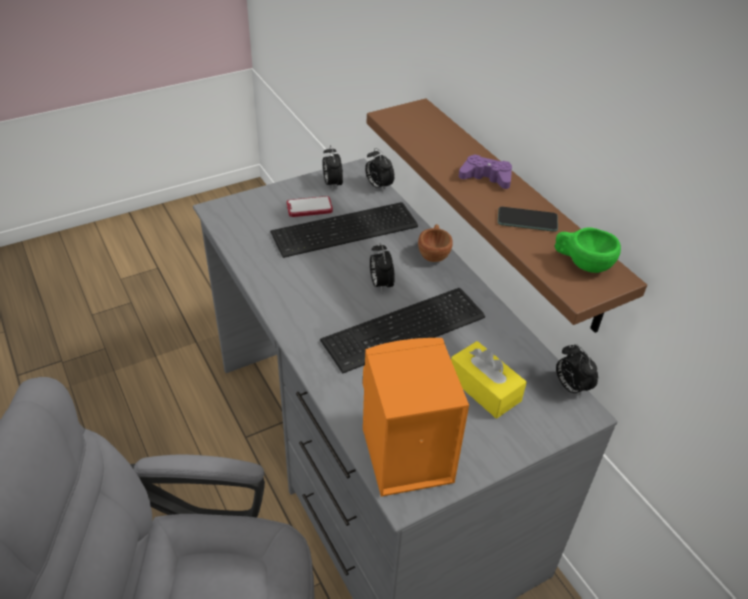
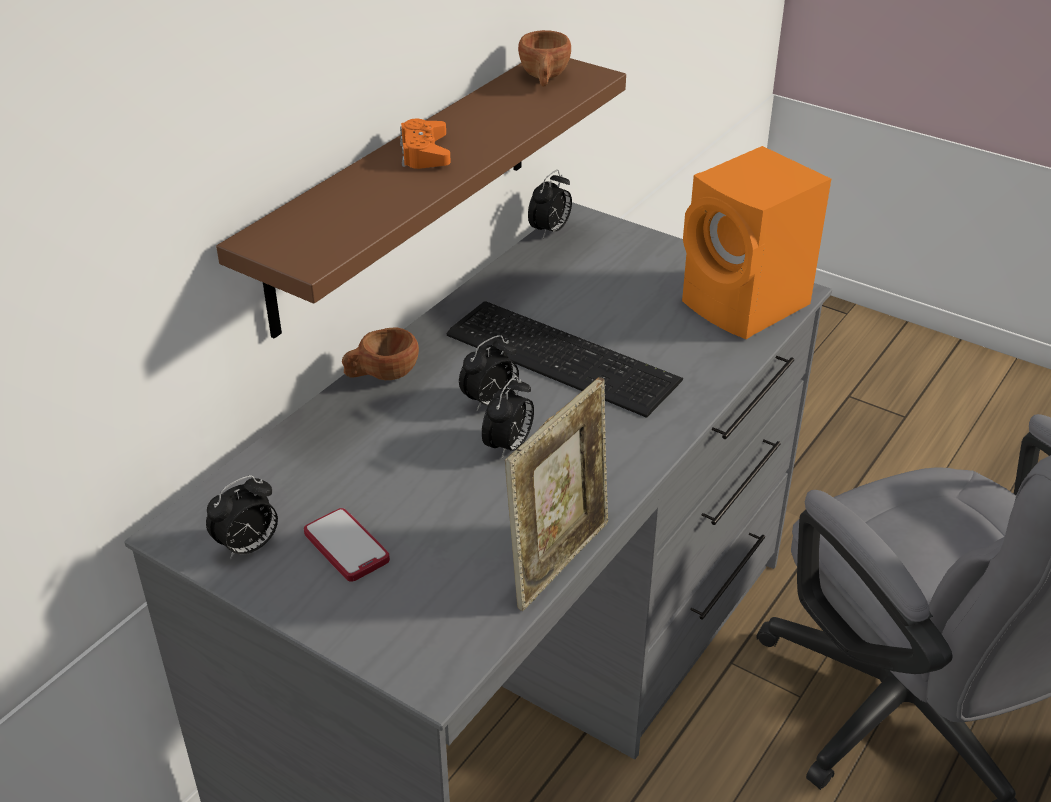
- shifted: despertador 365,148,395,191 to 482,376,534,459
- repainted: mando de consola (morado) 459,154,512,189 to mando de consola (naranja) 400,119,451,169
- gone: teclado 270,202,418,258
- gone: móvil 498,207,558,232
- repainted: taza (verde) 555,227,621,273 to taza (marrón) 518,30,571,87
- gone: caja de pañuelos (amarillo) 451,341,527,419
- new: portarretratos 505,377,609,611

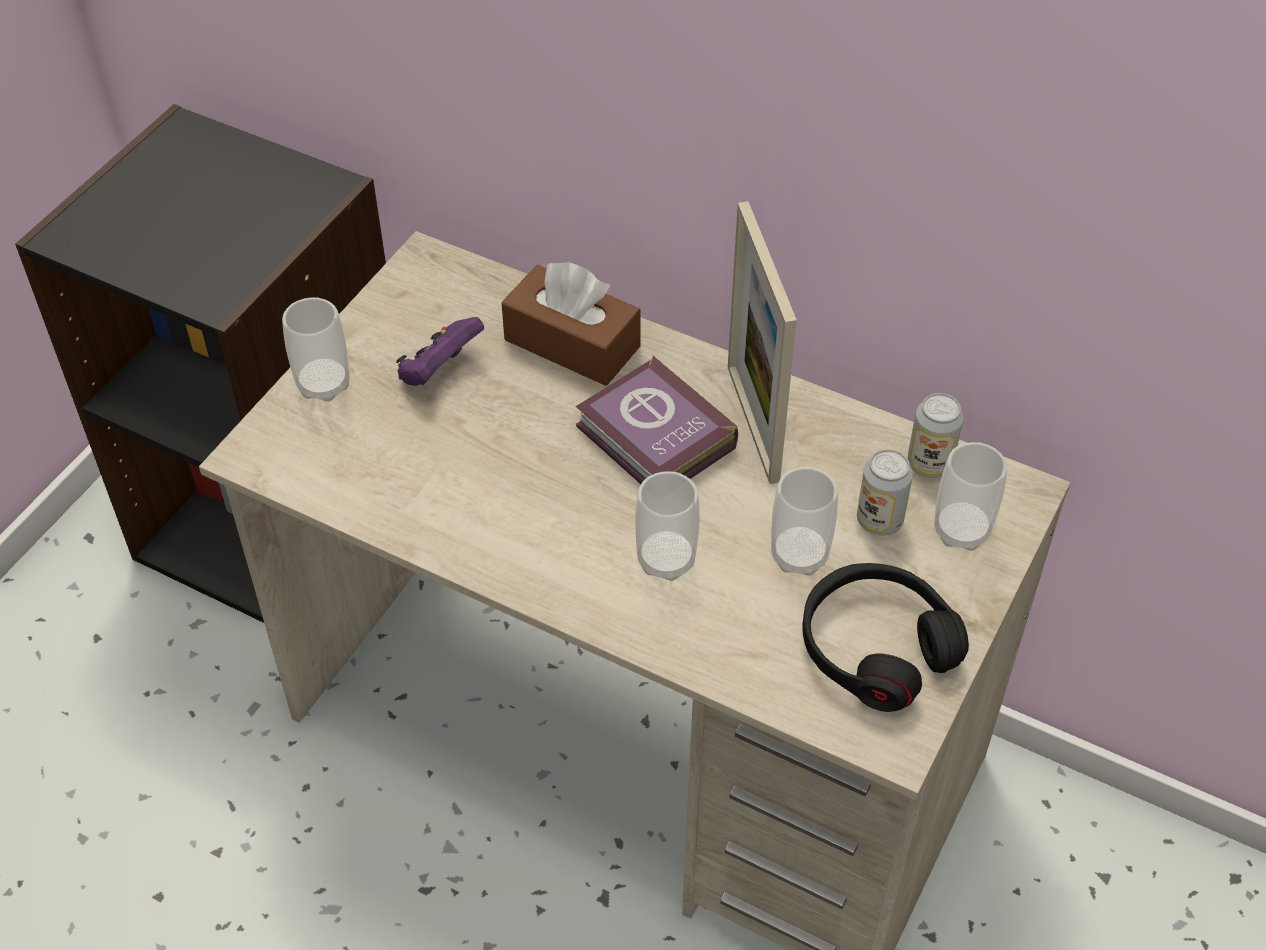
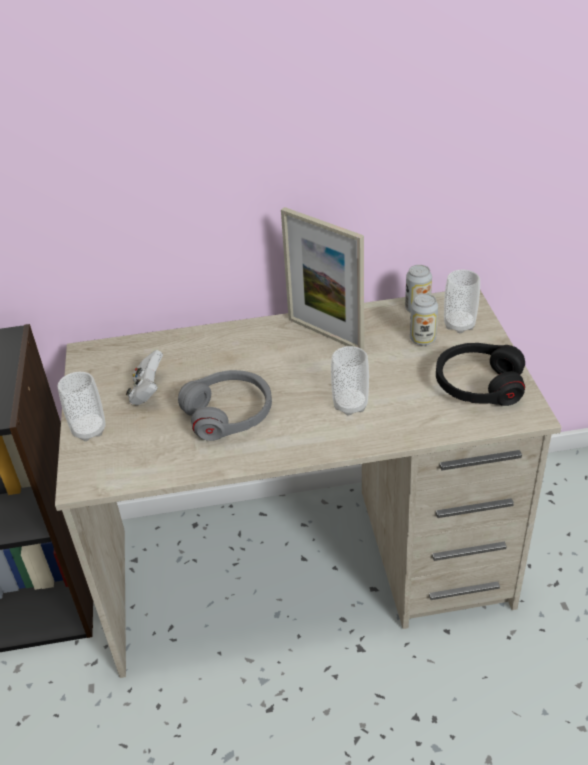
- gone: caja de pañuelos (marrón) 501,262,641,386
- repainted: mando de consola (morado) 396,317,484,386 to mando de consola (blanco) 126,350,163,405
- gone: libro 575,356,738,484
- gone: taza 771,467,838,576
- new: auriculares (gris) 178,370,272,441

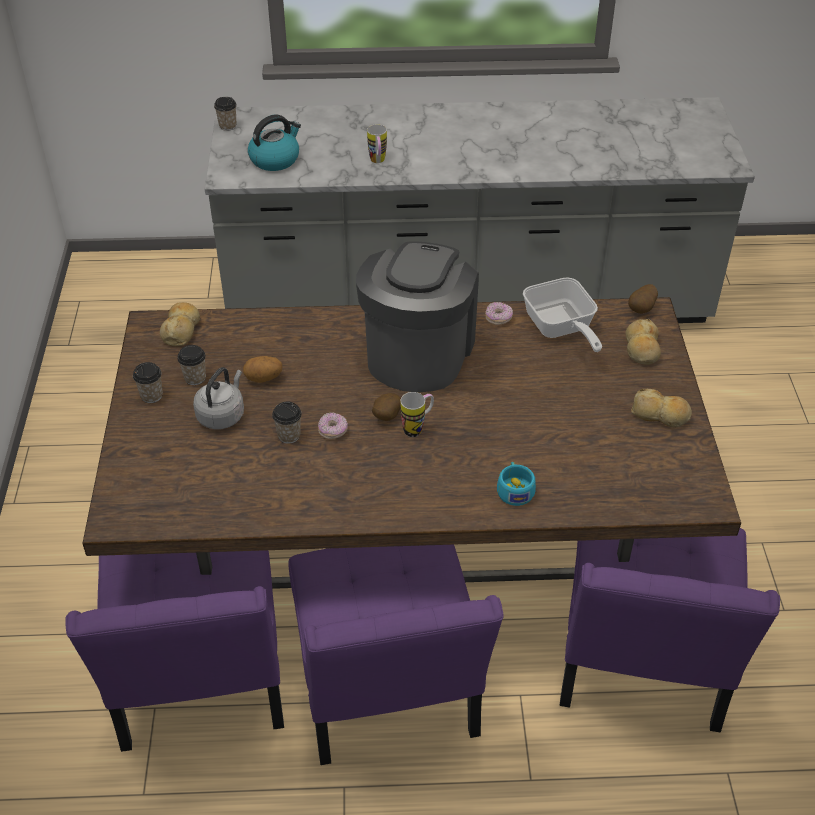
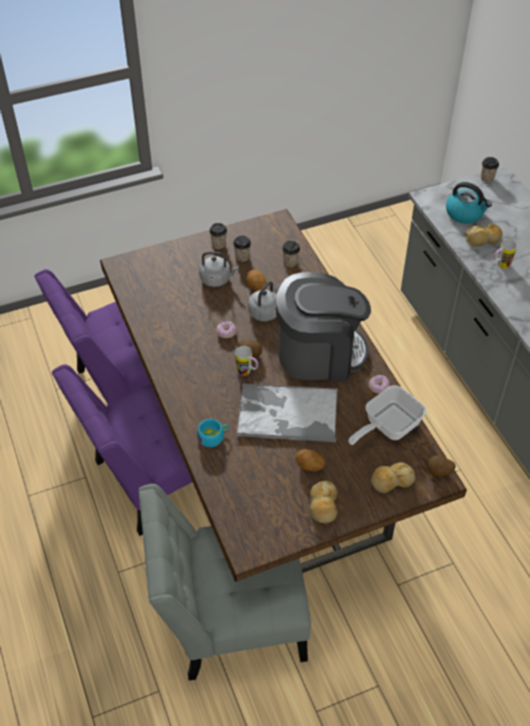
- shifted: pan 160,302,200,347 to 466,224,503,246
- shifted: taza 272,402,302,444 to 282,241,300,267
- repainted: silla (morado) 560,528,780,733 to silla (gris) 139,484,311,681
- new: hervidor (gris) 248,281,281,321
- new: bandeja 236,384,338,443
- new: patata 295,449,325,471

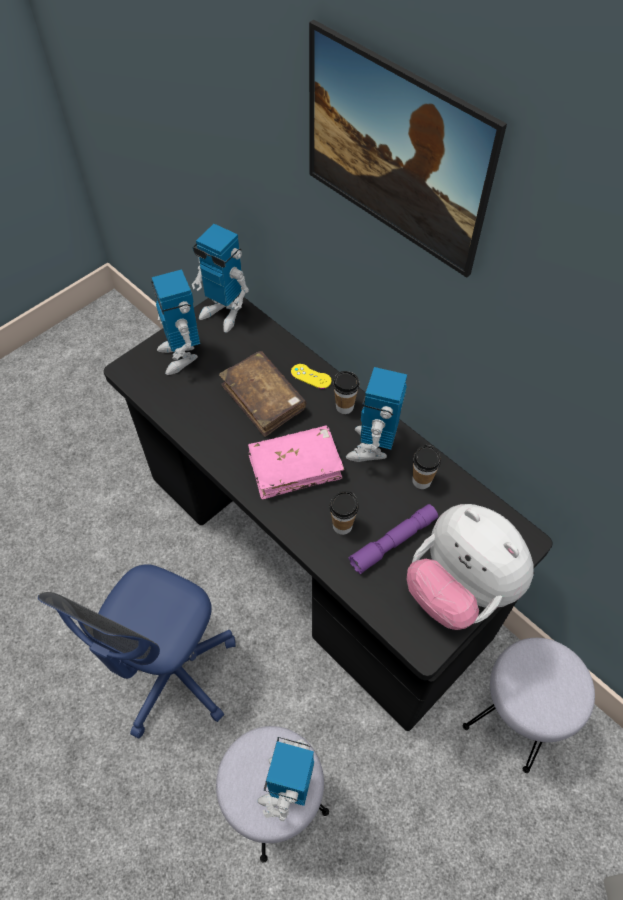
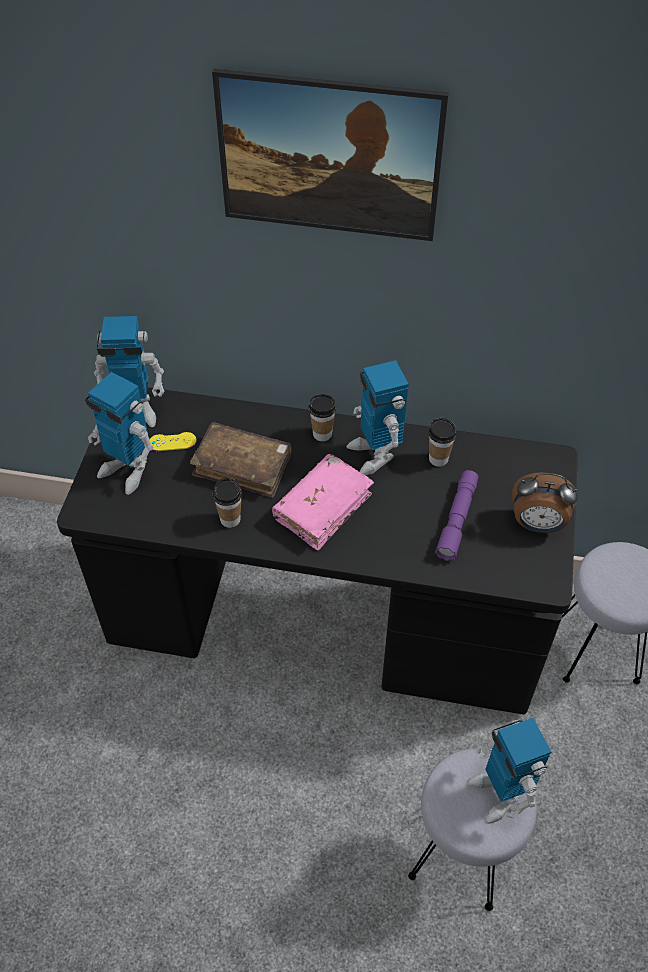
- shifted: mando de consola (amarillo) 291,364,332,389 to 149,432,197,451
- shifted: taza 330,491,359,535 to 212,478,242,528
- swapped: peluche 407,504,534,630 to despertador 512,472,578,533
- gone: silla de oficina (azul) 38,564,236,738

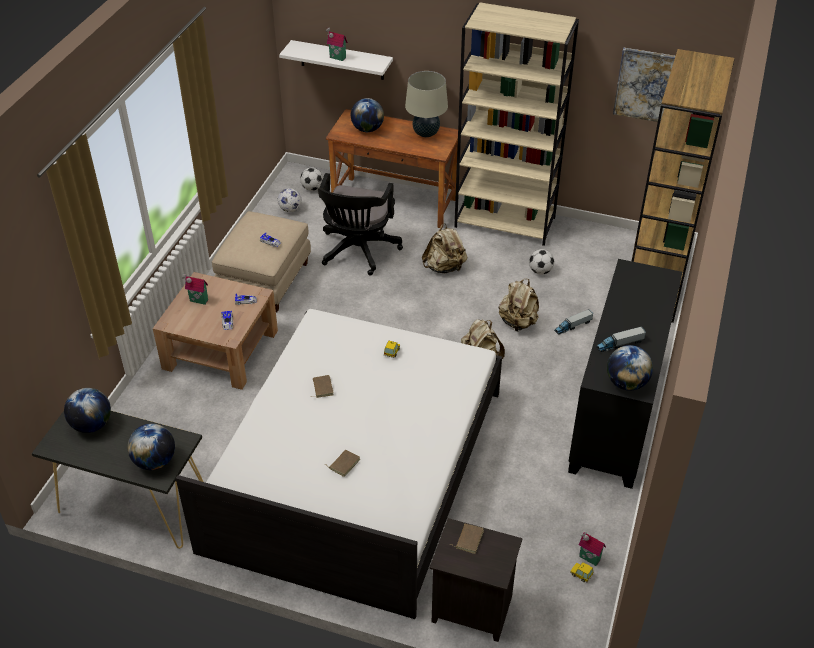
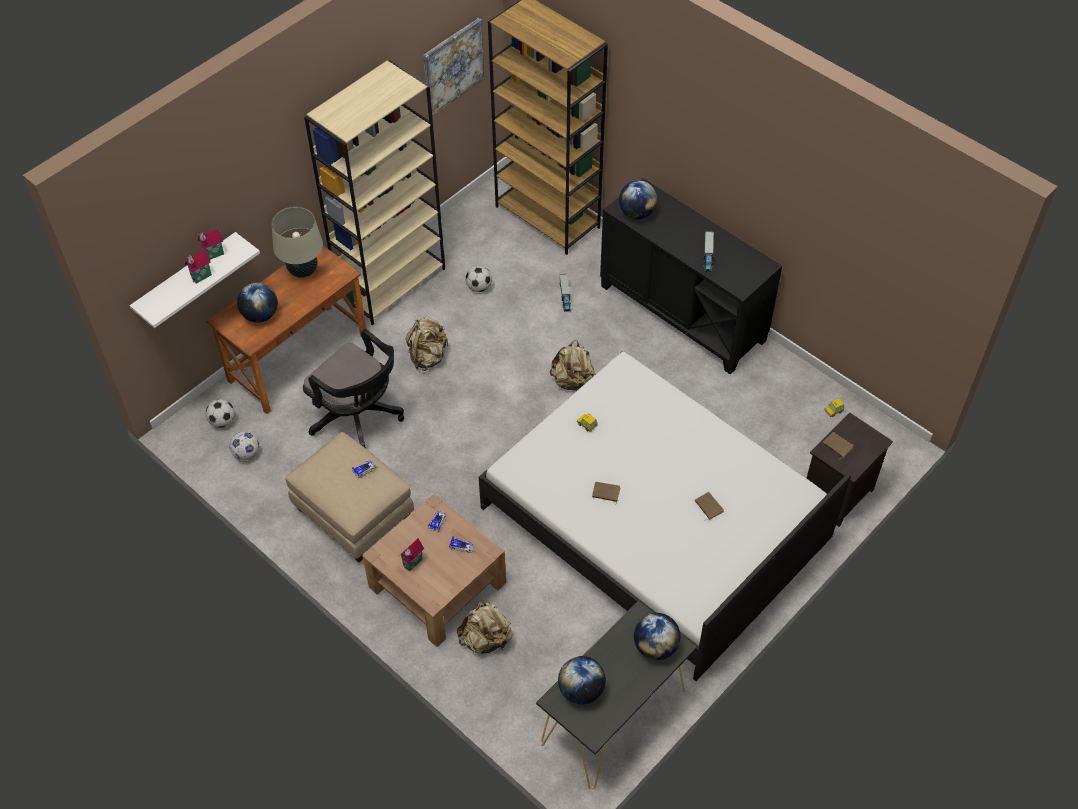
- shifted: mochila (beis) 499,279,539,332 to 457,600,513,654
- shifted: globo terráqueo 607,345,653,391 to 619,180,657,219
- shifted: casita 579,531,606,566 to 198,228,224,260

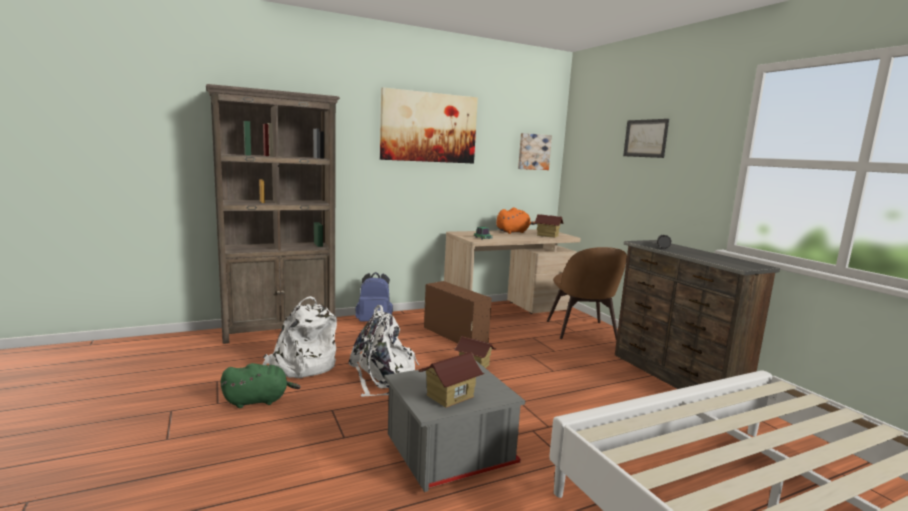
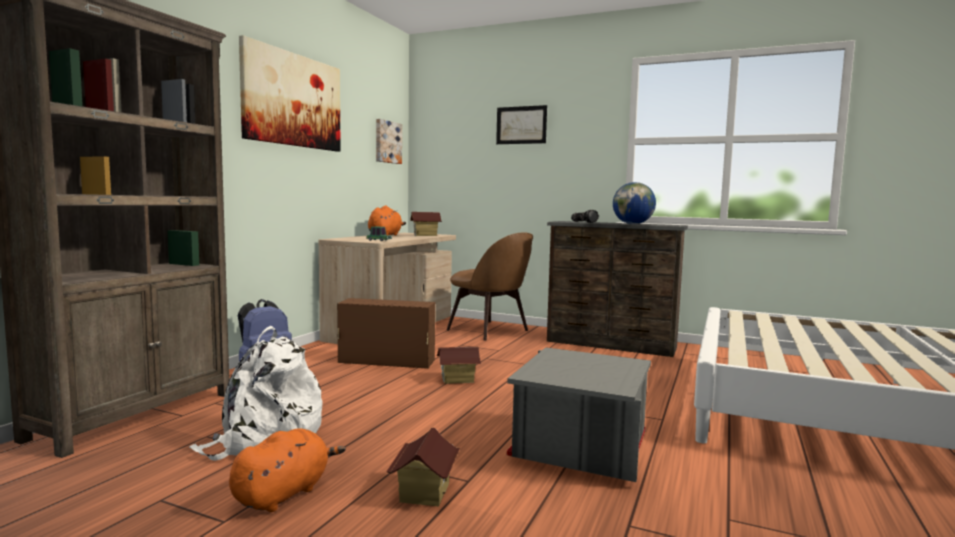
- gone: mochila (blanco) 349,305,419,397
- shifted: casita 418,352,485,408 to 386,428,460,507
- repainted: peluche (verde) 221,363,301,408 to peluche (naranja) 229,428,346,512
- new: globo terráqueo 613,182,656,224

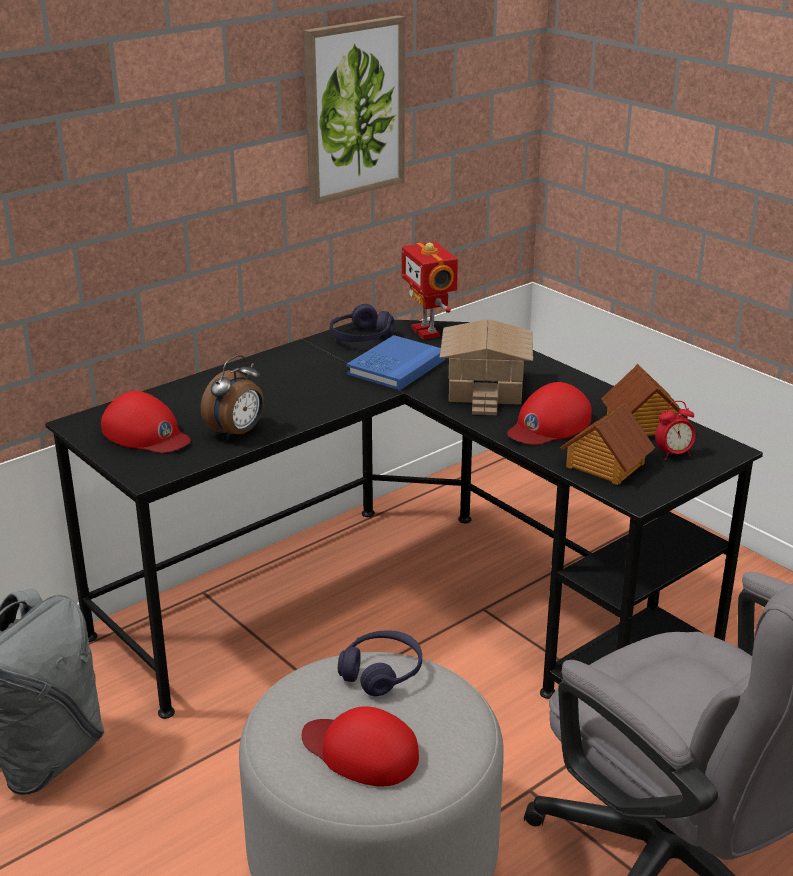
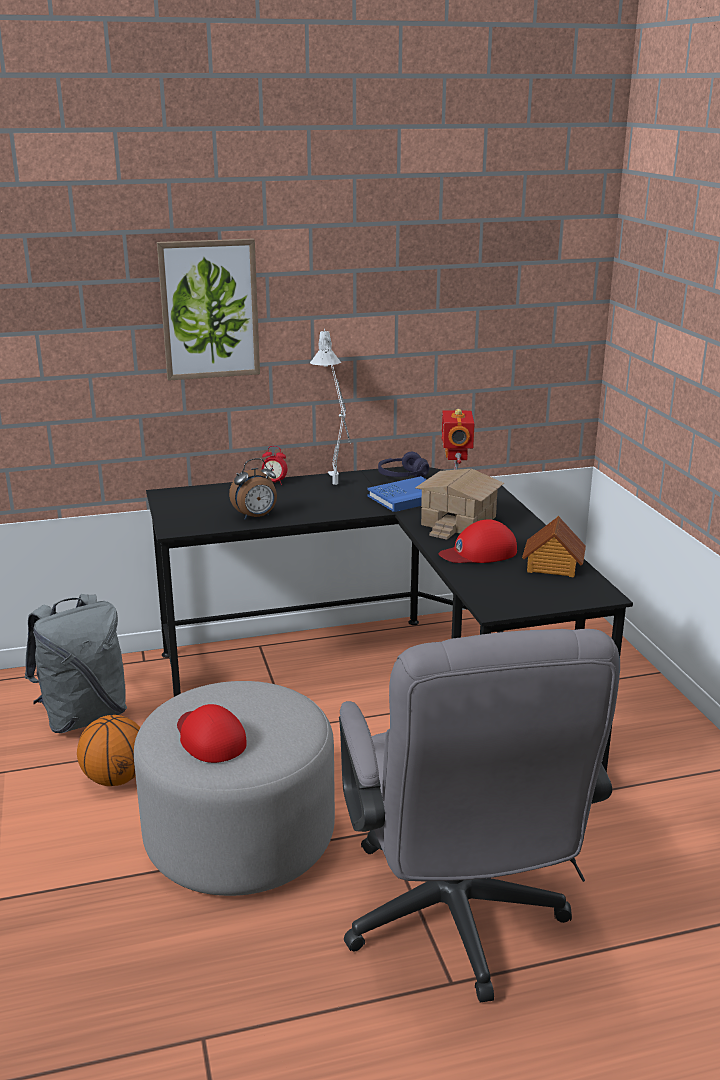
- shifted: cuadro 303,15,405,205 to 157,239,260,381
- gone: gorra (rojo) 101,391,191,453
- shifted: despertador 655,401,696,460 to 262,446,287,485
- gone: casita 560,403,655,485
- gone: auriculares (morado) 338,631,422,696
- new: lámpara de mesa (gris) 310,329,351,485
- new: balón de baloncesto 77,715,140,786

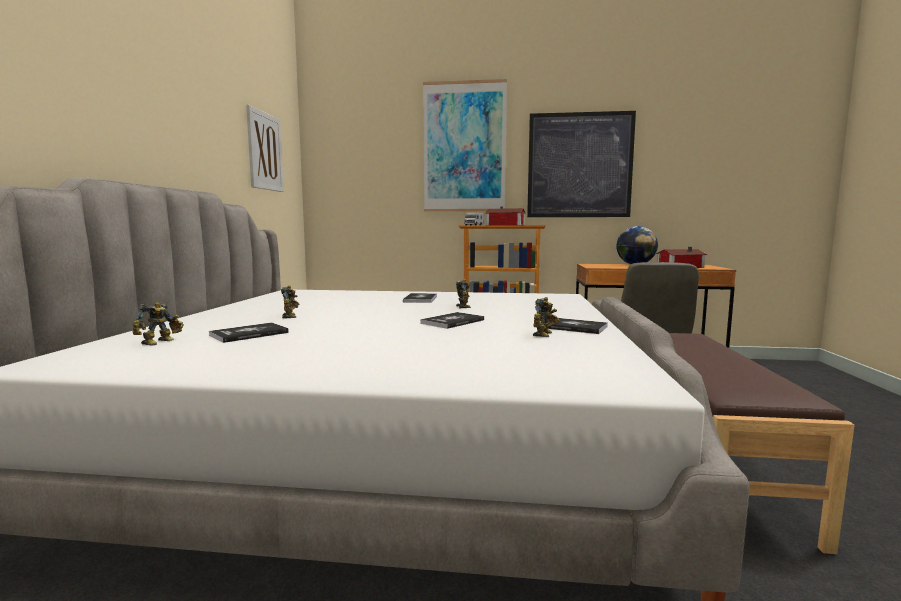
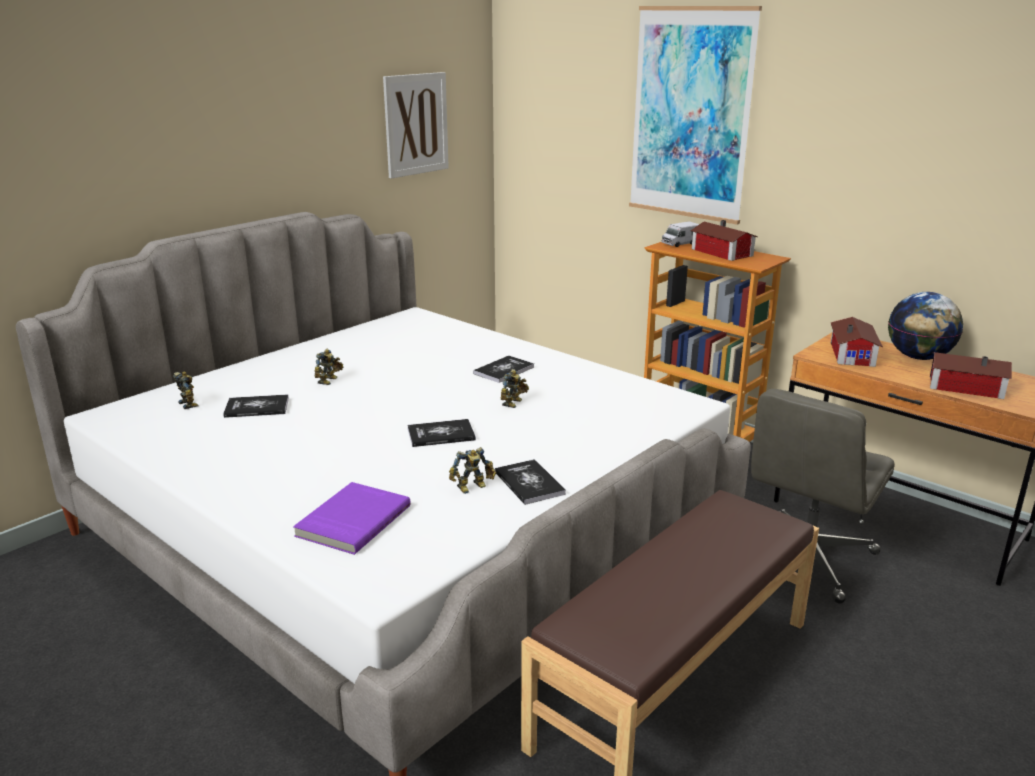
- gone: cuadro 527,111,636,217
- rotated: robot de juguete 132,302,184,346 = 173,372,198,409 90 degrees counterclockwise
- new: casita 831,317,883,367
- new: libro (morado) 293,482,411,555

